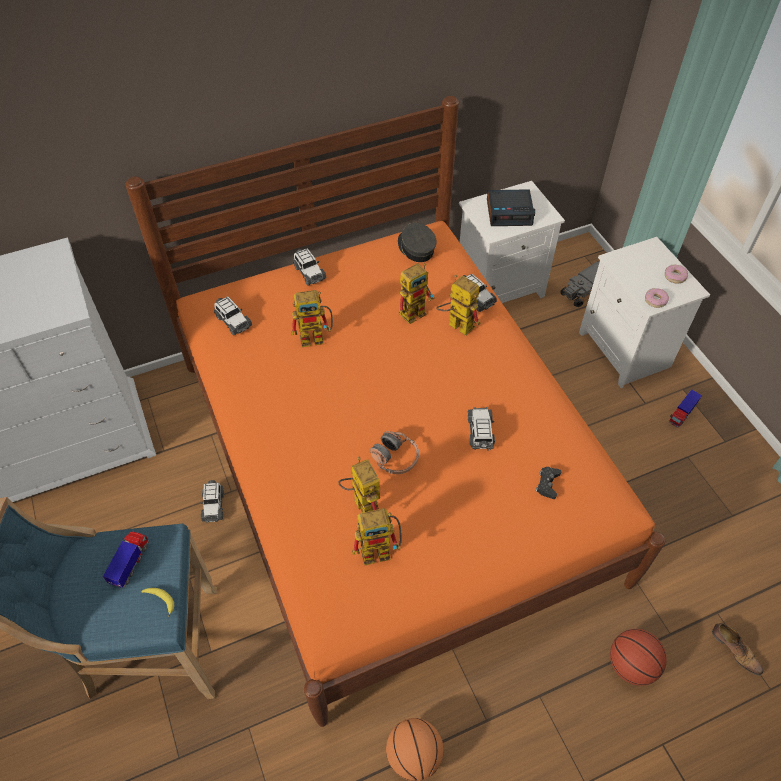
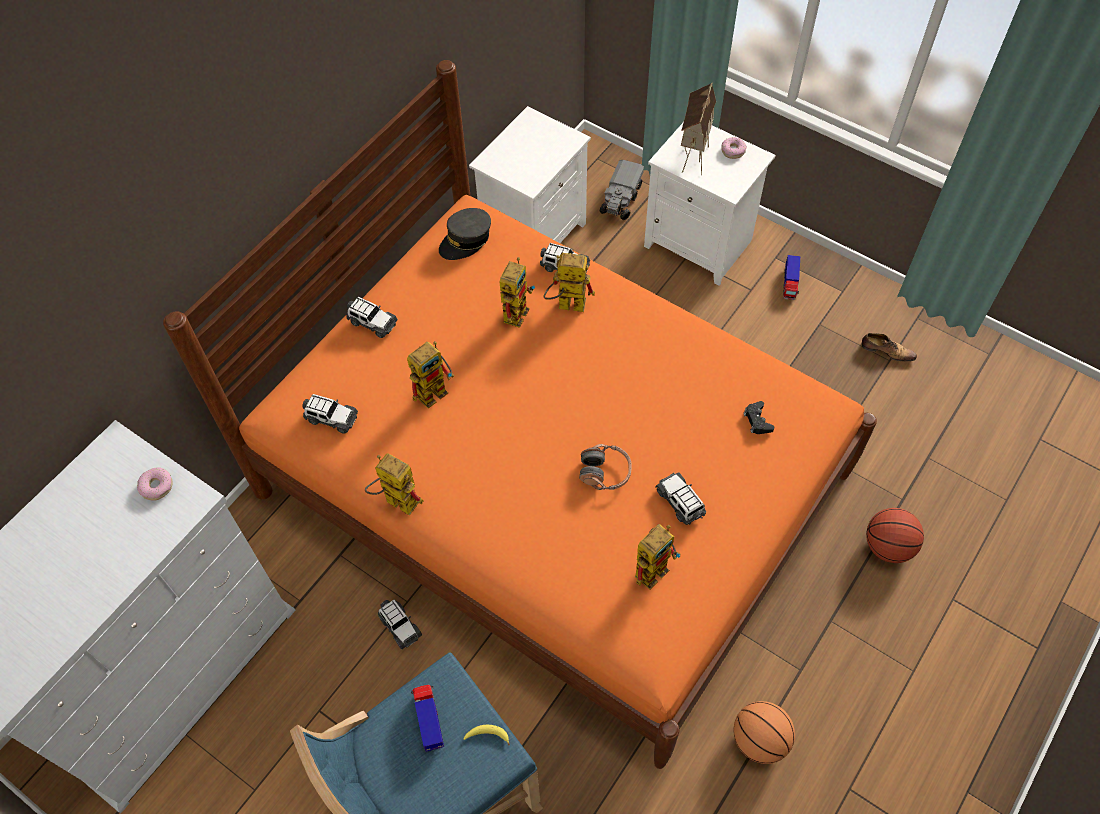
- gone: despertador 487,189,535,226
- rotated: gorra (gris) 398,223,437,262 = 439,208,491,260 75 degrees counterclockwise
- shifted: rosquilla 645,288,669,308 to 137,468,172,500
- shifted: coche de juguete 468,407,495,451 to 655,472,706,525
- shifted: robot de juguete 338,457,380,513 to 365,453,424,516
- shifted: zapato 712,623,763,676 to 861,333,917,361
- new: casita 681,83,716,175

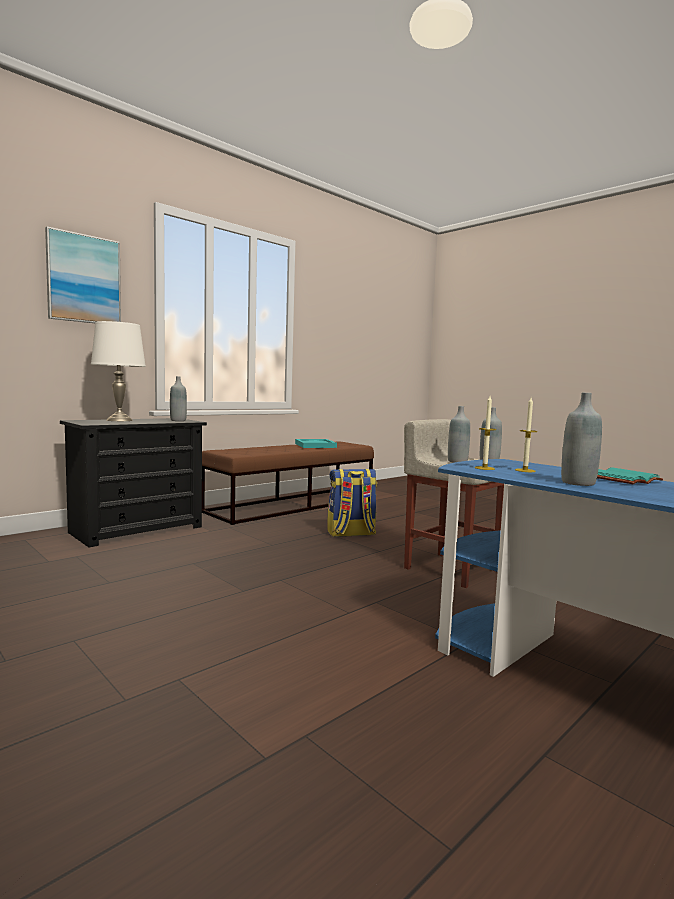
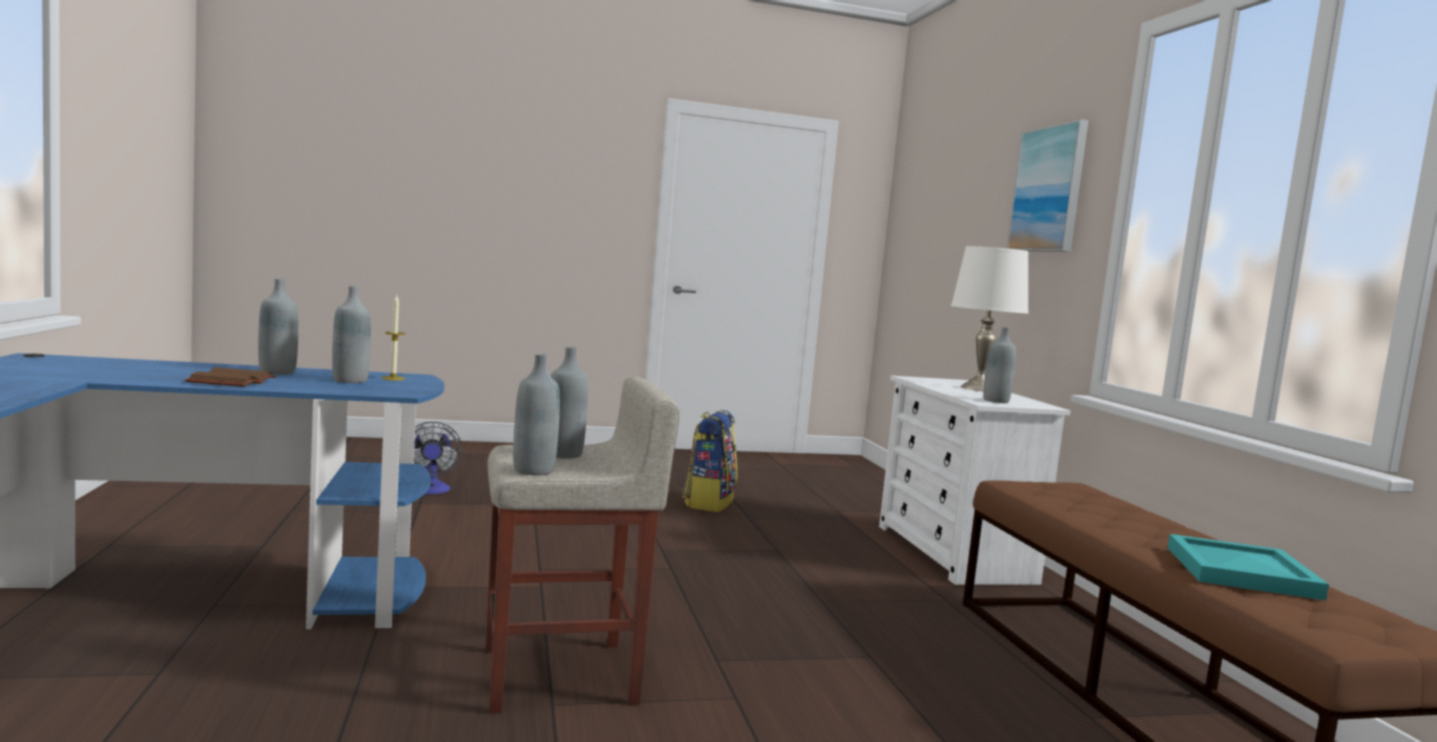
- swapped: vela 515,398,537,472 to botella (gris) 332,286,371,383
- repainted: cómoda (negro) 60,418,207,547 to cómoda (blanco) 879,376,1070,585
- repainted: libro (turquesa) 597,467,663,484 to libro (marrón) 185,367,277,387
- shifted: mochila 328,469,377,537 to 682,410,737,512
- new: ventilador 414,422,462,494

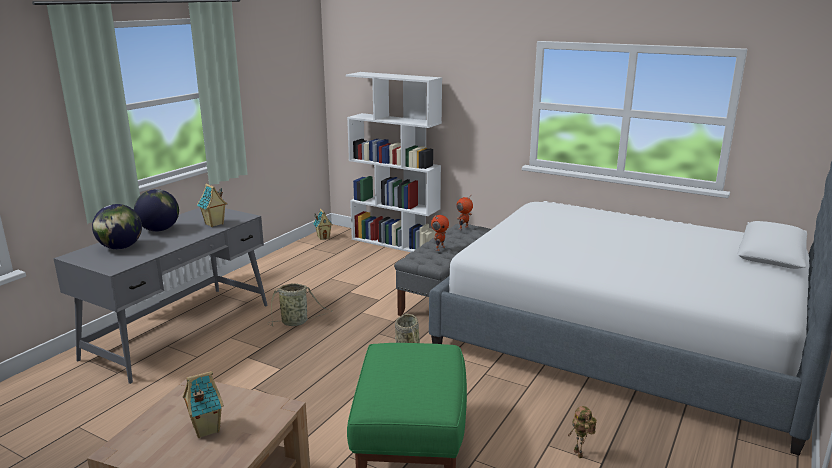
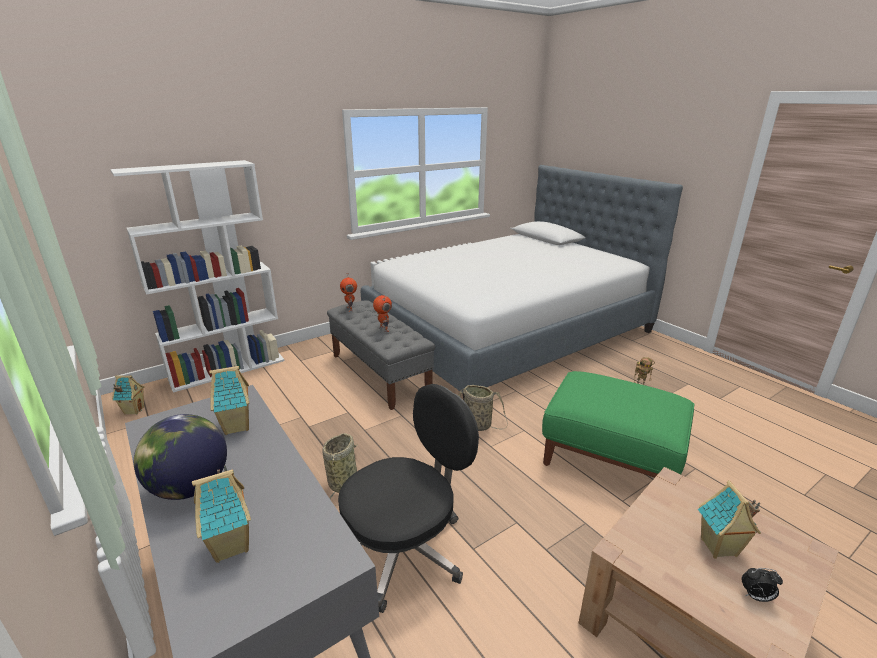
- swapped: globo terráqueo 92,204,142,249 to casita 192,465,251,563
- new: silla de oficina (negro) 338,384,479,613
- new: despertador 741,568,783,602

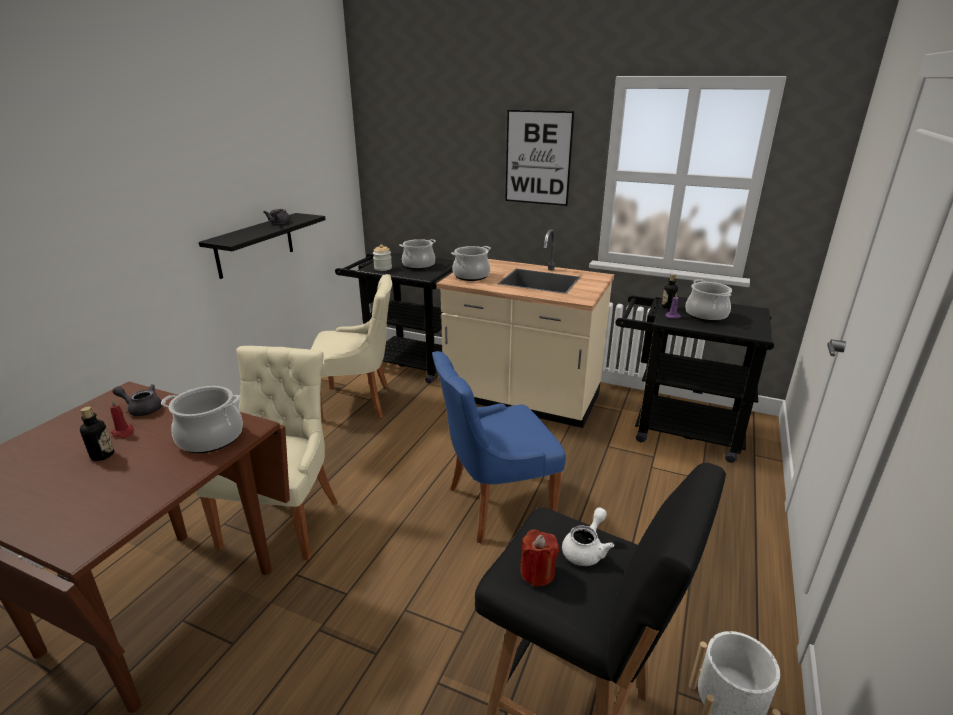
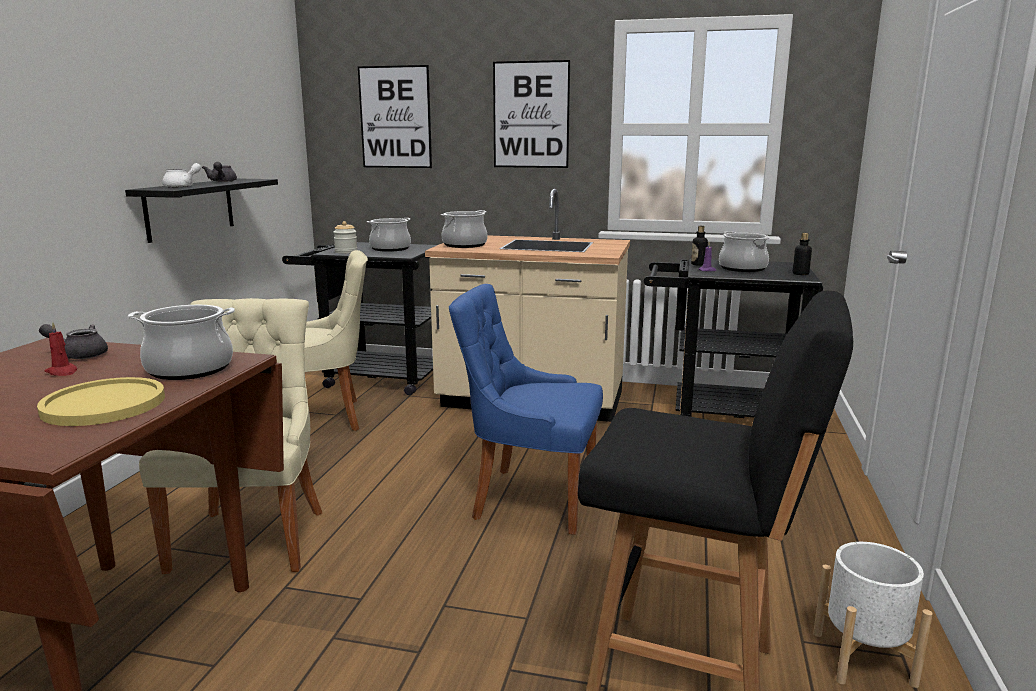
- rotated: silla (azul) 432,351,566,544 = 449,284,603,535 45 degrees clockwise
- shifted: botella 80,406,114,461 to 793,233,812,275
- shifted: tetera (blanco) 562,507,614,566 to 162,163,201,188
- gone: vela (rojo) 520,529,559,586
- new: cuadro 358,65,432,168
- new: plato (amarillo) 37,377,165,426

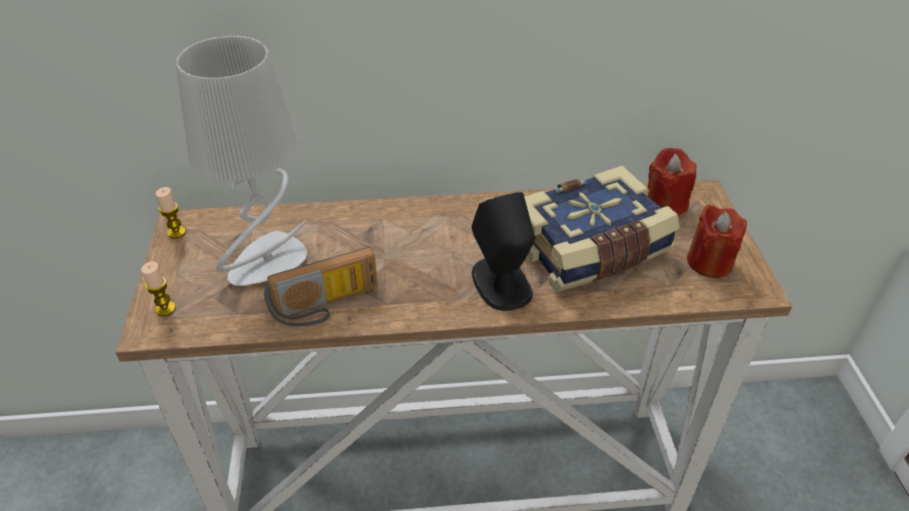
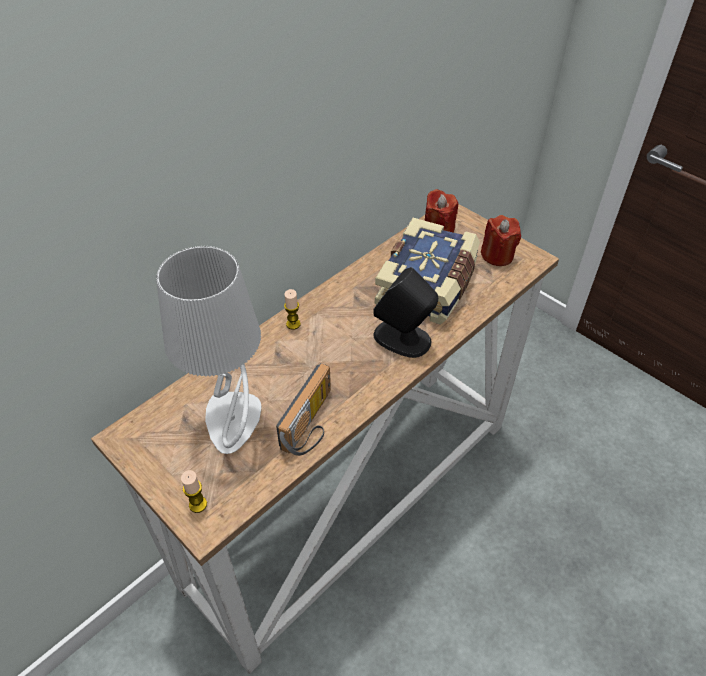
- shifted: vela 156,187,186,239 to 284,289,301,330

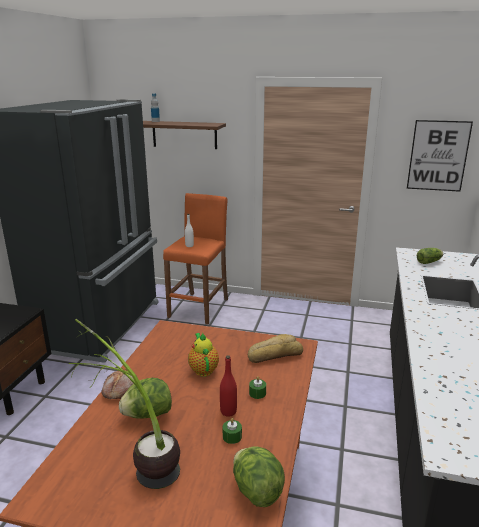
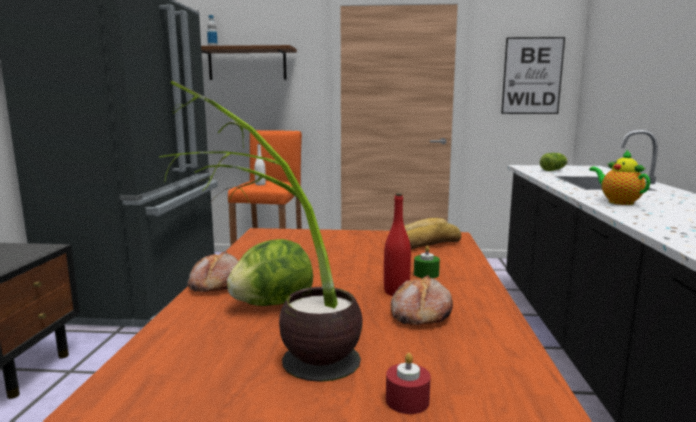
- shifted: tetera 188,333,219,376 to 589,149,650,205
- swapped: vela (verde) 223,418,242,444 to pan 391,275,453,325
- gone: lechuga 233,446,285,507
- new: vela (rojo) 386,353,431,414

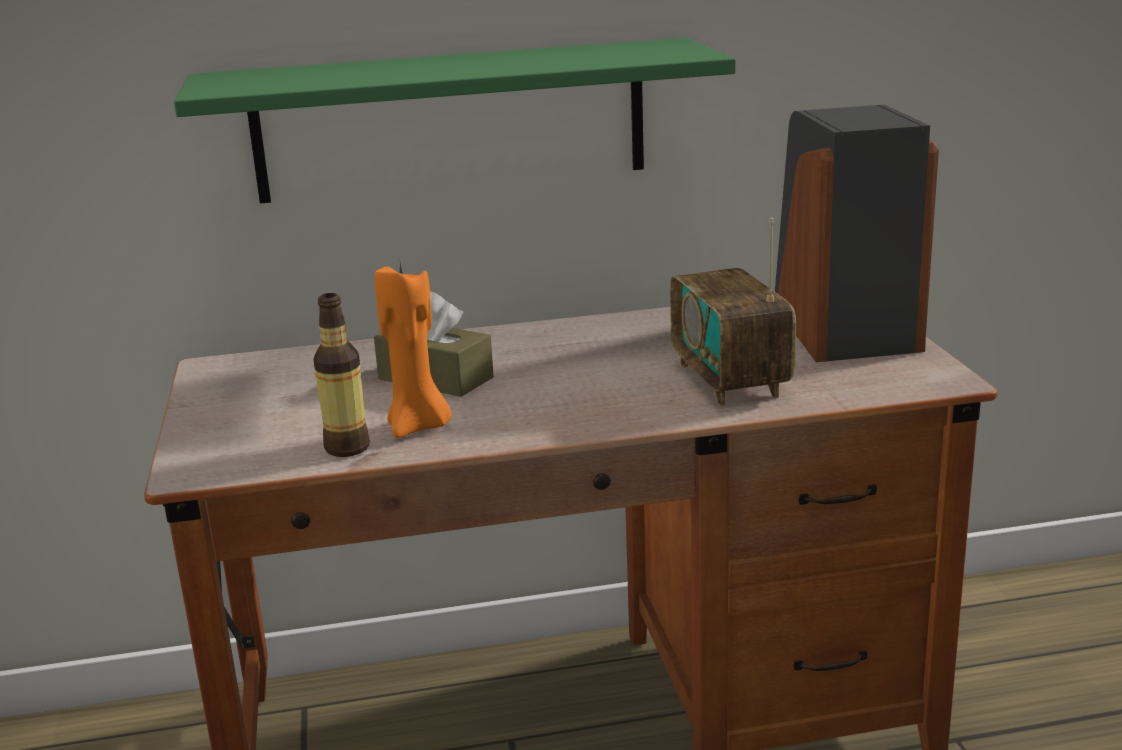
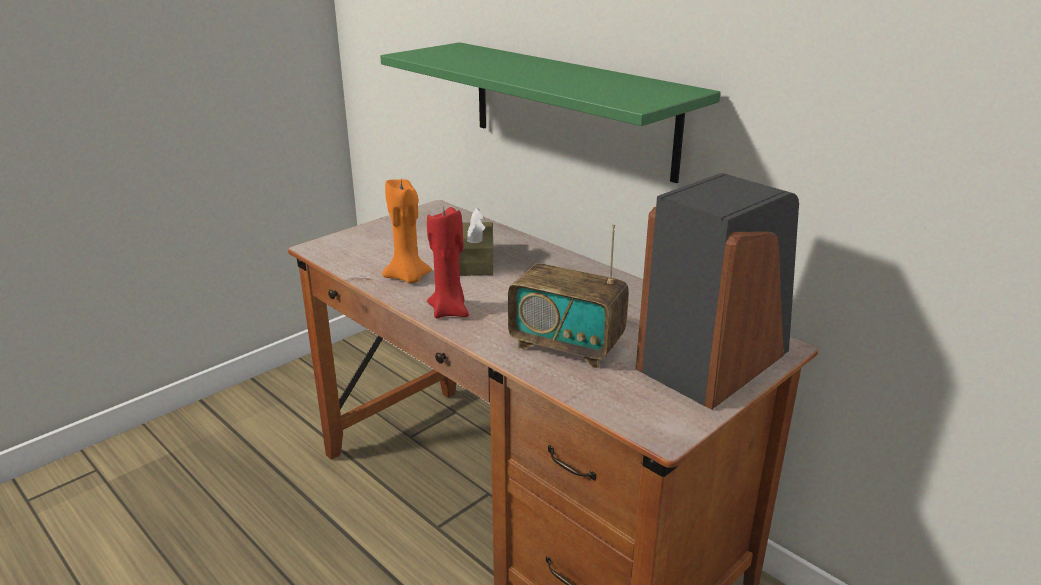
- rotated: radio 670,218,796,406 = 508,224,629,368 105 degrees counterclockwise
- gone: botella 313,293,370,457
- new: vela (rojo) 427,206,469,319

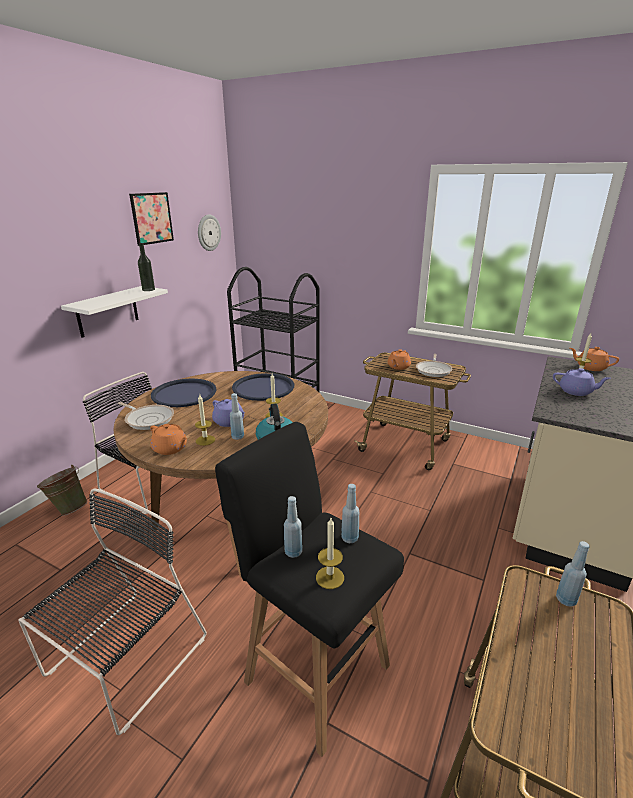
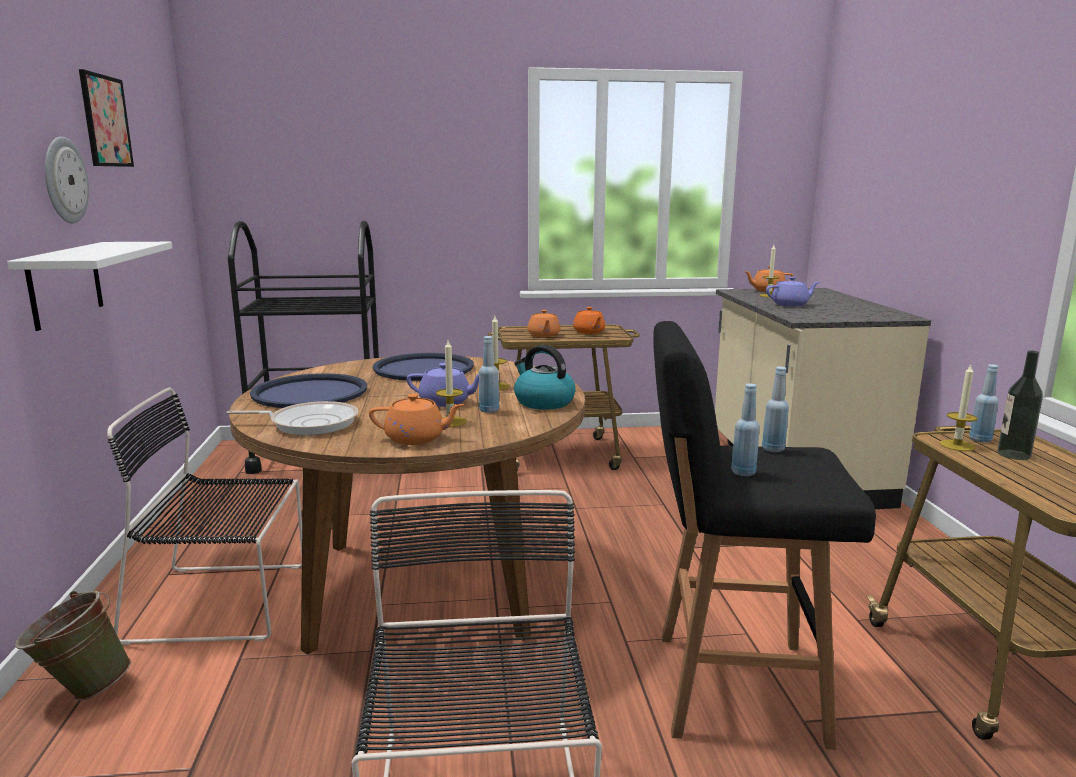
- shifted: reloj de pared 198,214,221,251 to 45,137,89,223
- shifted: botella 138,243,155,291 to 997,351,1043,460
- swapped: sartén 416,354,452,377 to tetera (naranja) 573,307,605,334
- shifted: vela 316,518,344,589 to 940,365,977,451

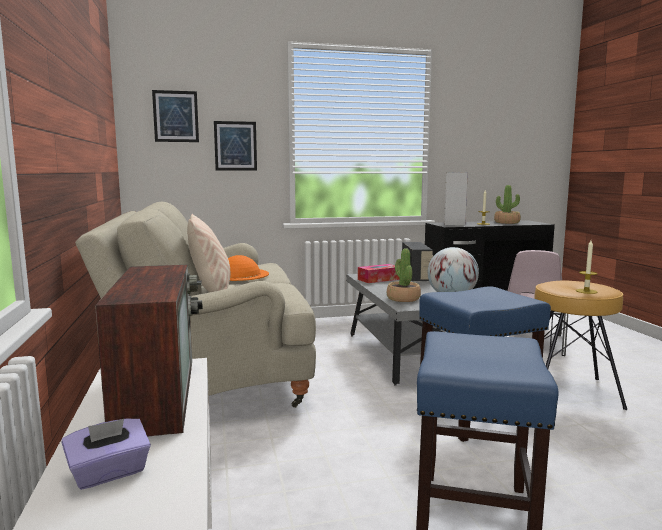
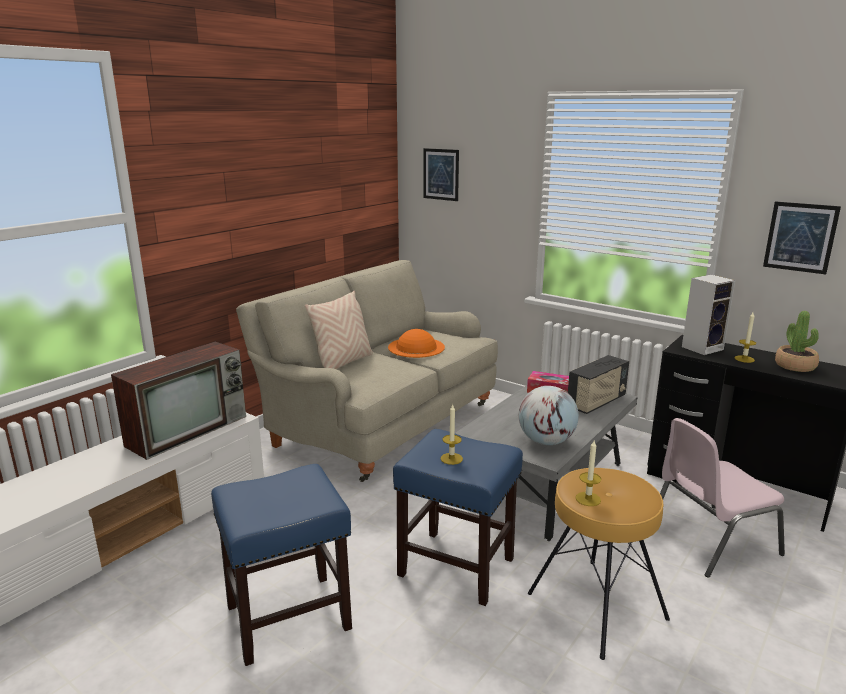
- shifted: cuadro 214,121,257,170 to 763,201,841,274
- gone: planta en maceta 387,249,421,302
- gone: caja de pañuelos (morado) 62,419,151,490
- new: vela 441,405,463,465

